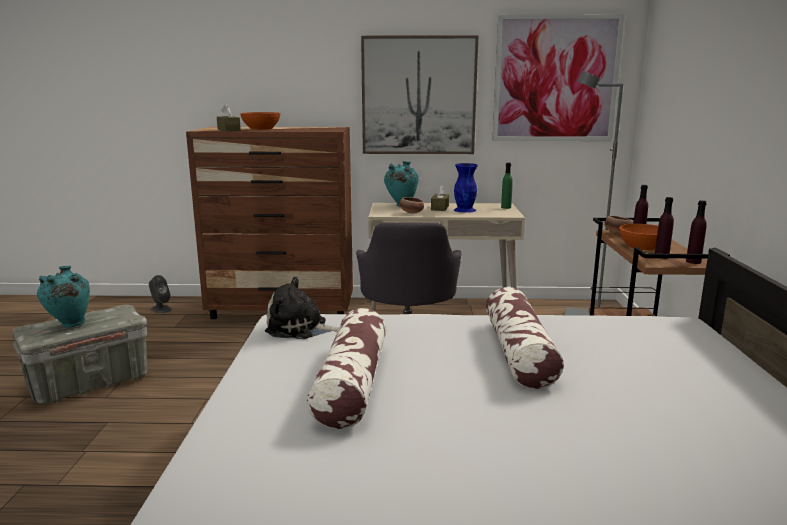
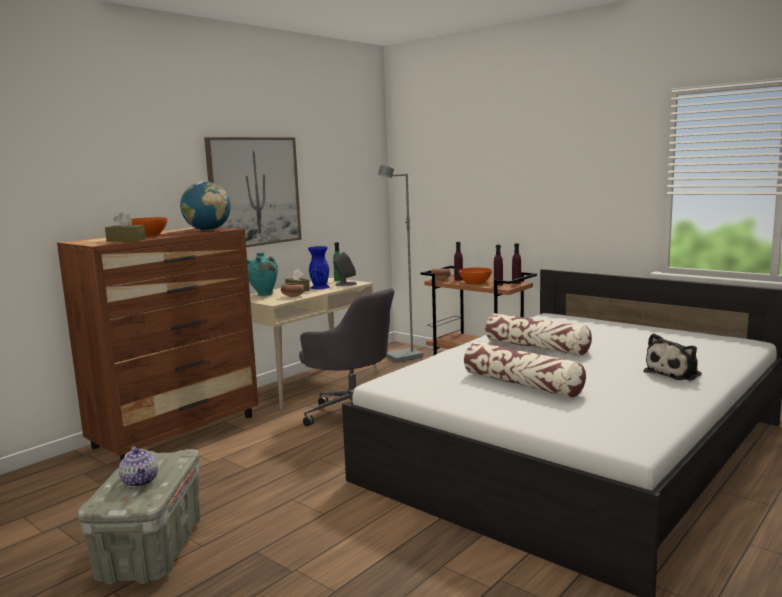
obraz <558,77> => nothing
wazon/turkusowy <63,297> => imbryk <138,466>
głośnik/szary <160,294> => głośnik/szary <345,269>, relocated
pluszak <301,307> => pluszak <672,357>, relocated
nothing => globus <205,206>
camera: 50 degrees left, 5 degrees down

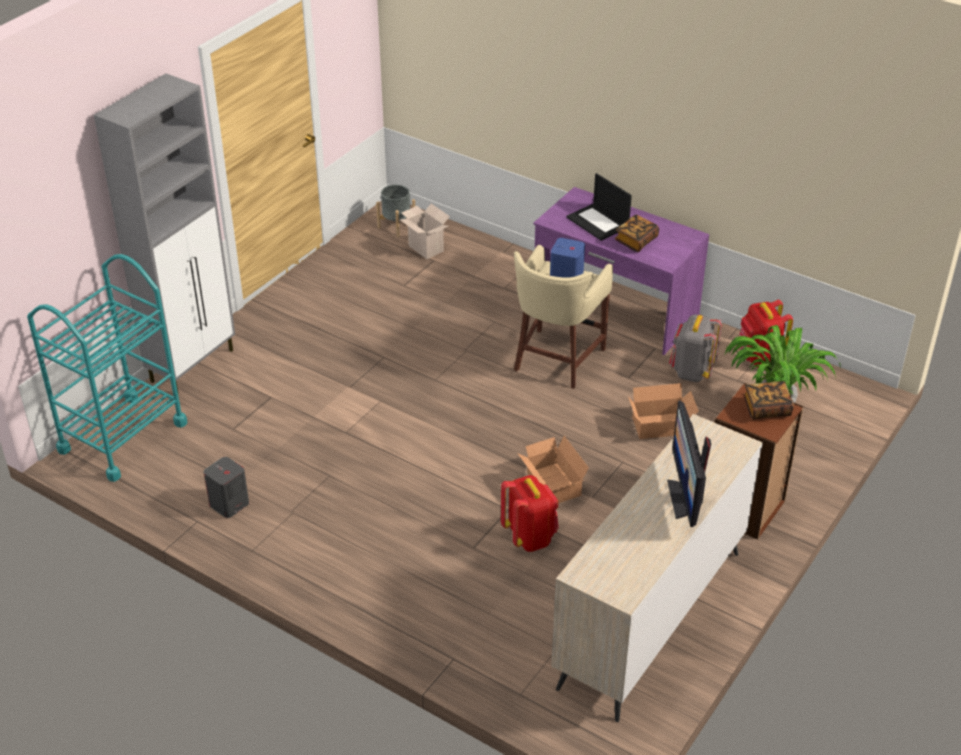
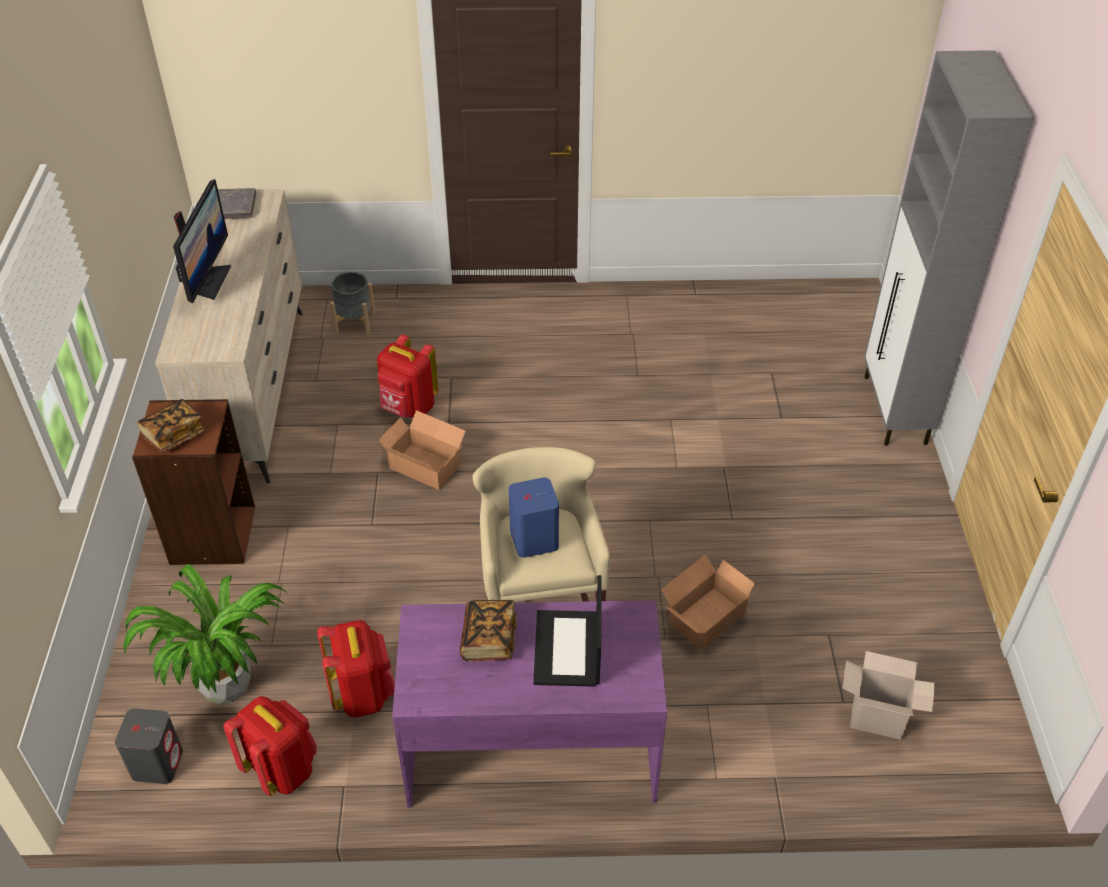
laptop <599,207> => laptop <567,631>, 105 degrees counterclockwise
donica/szary <395,211> => donica/szary <352,303>, relocated
wózek/turkusowy <107,368> => nothing
plecak/szary <695,348> => plecak/czerwony <356,669>
karton <663,411> => karton <709,602>, relocated
monitor <689,464> => monitor <202,241>, 45 degrees clockwise
głośnik/szary <226,487> => głośnik/szary <149,746>, relocated
nothing => książka/szary <237,203>
camera: 145 degrees right, 5 degrees up

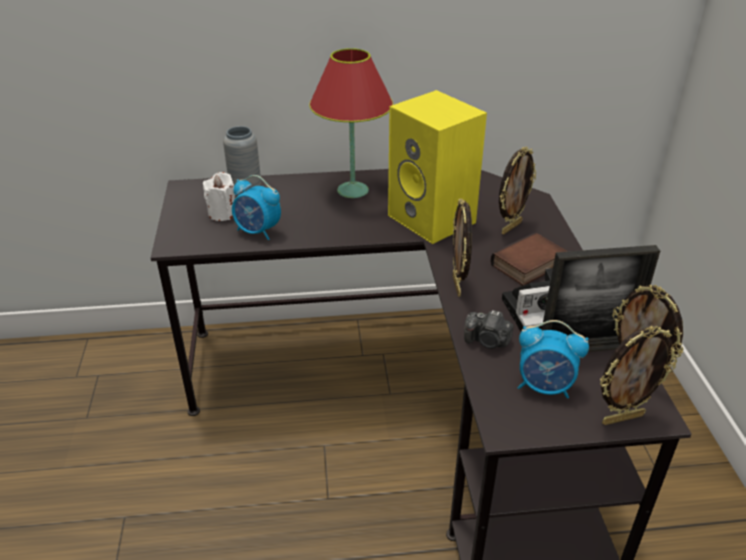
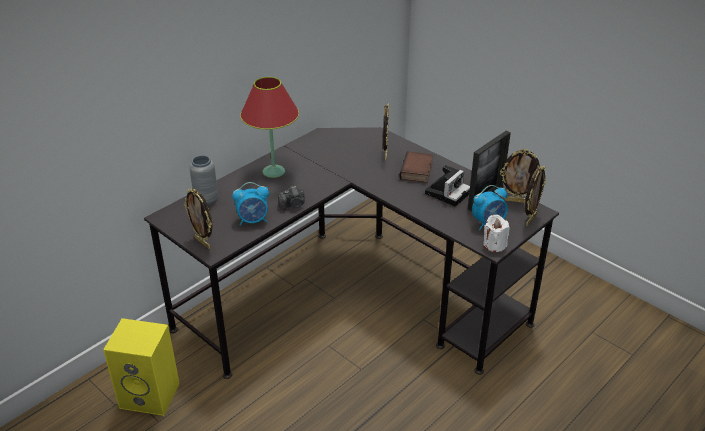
głośnik/żółty <437,167> => głośnik/żółty <141,367>, relocated
świeca/biały <219,196> => świeca/biały <497,233>, relocated
ramka na zdjęcie <462,247> => ramka na zdjęcie <198,218>, relocated
aparat fotograficzny <489,329> => aparat fotograficzny <291,198>, relocated
camera: 40 degrees left, 0 degrees up

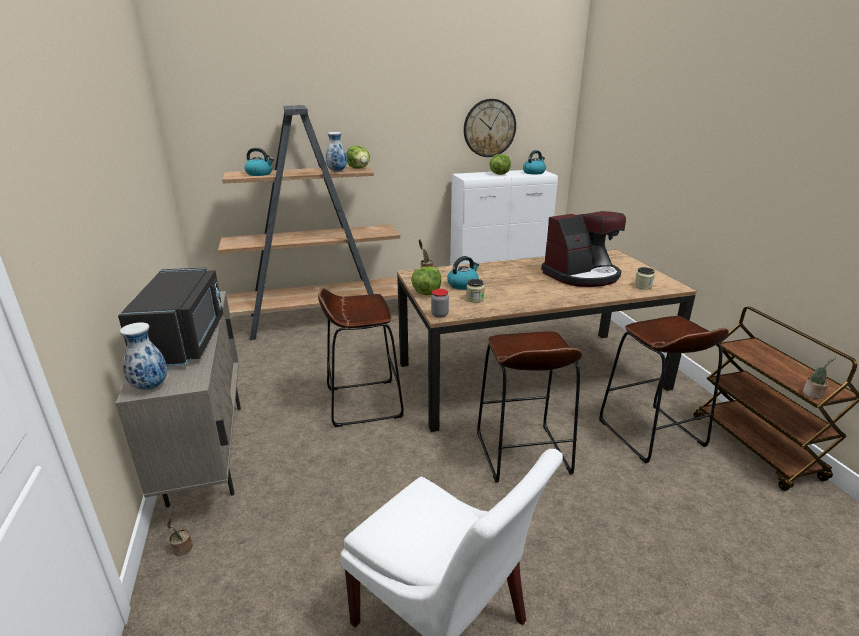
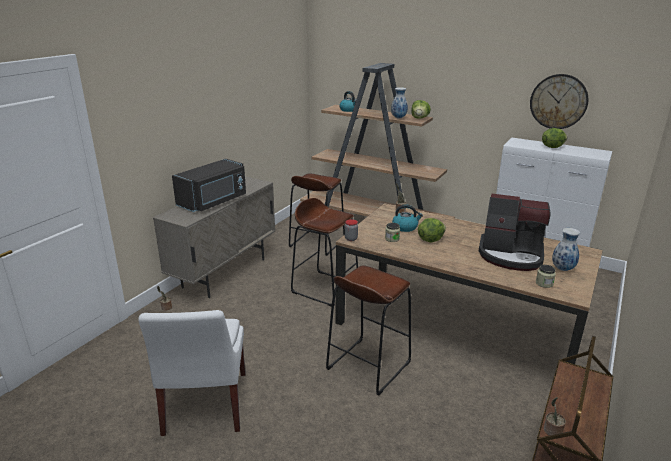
czajnik <534,162> => nothing
sałata <426,280> => sałata <432,230>, relocated
stołek/brązowy <664,389> => stołek/brązowy <317,215>, relocated
wazon <143,356> => wazon <566,249>, relocated
camera: 45 degrees right, 0 degrees up

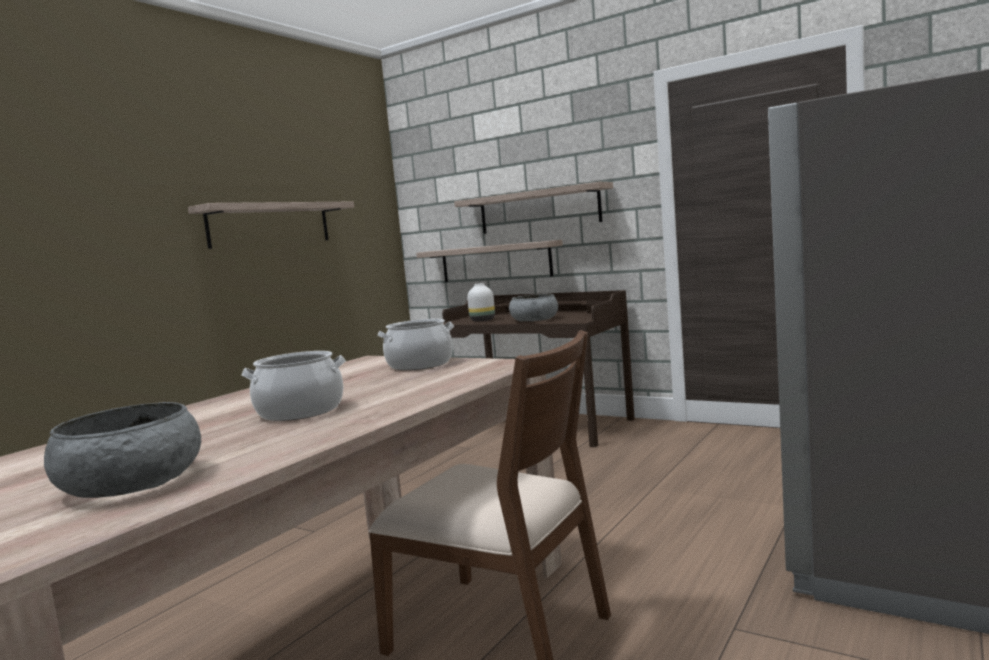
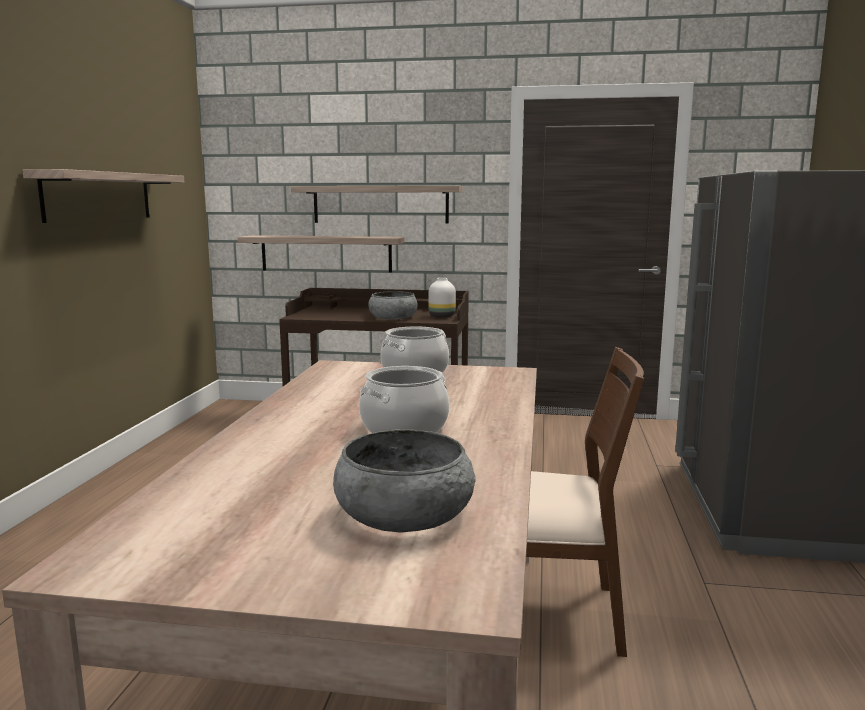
wazon/biały <481,302> => wazon/biały <442,298>, relocated
camera: 25 degrees left, 5 degrees up

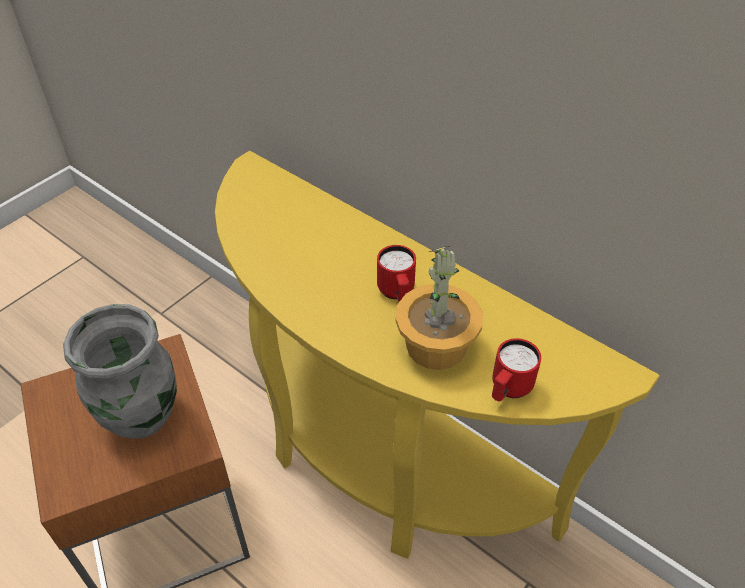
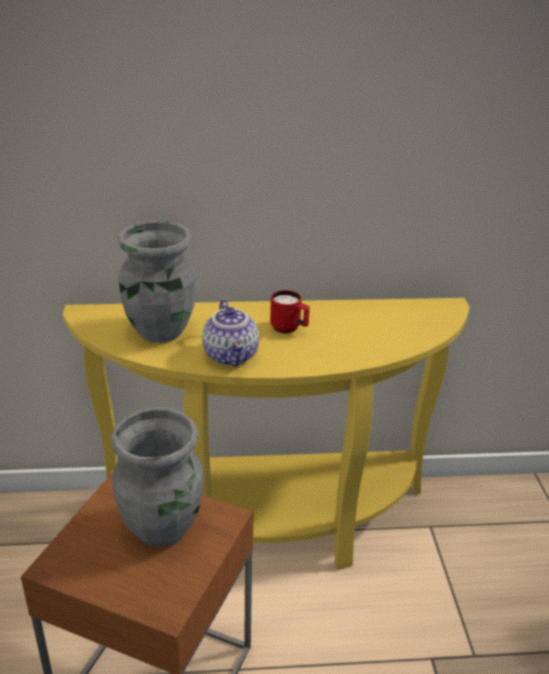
roślina doniczkowa <439,307> => nothing
kubek/czerwony <516,369> => nothing
nothing => wazon/szary <157,281>
nothing => imbryk <230,332>
camera: 45 degrees left, 15 degrees down

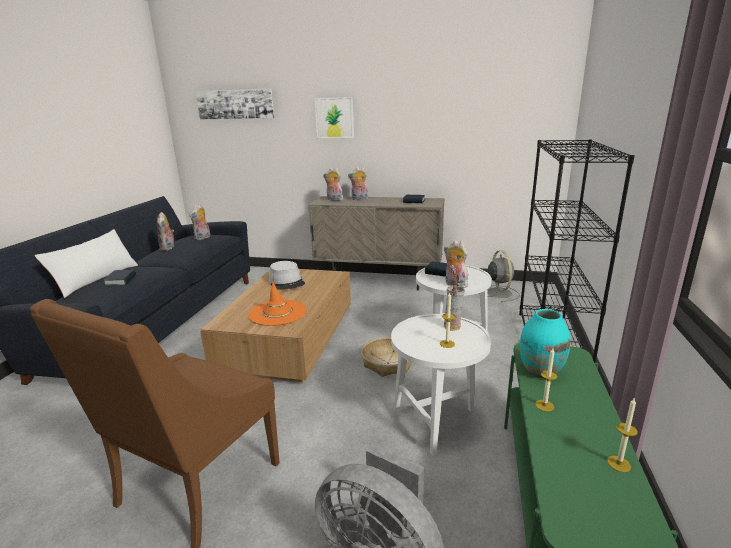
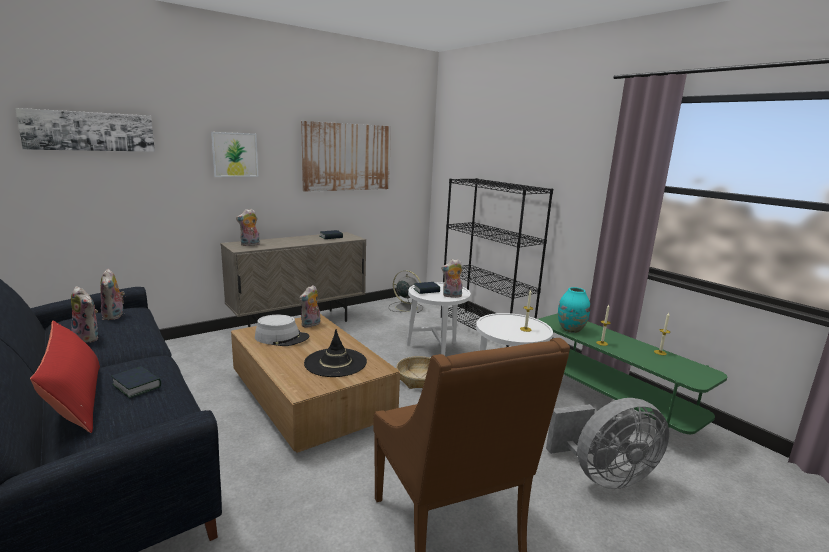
pluszak <358,183> => pluszak <309,306>, relocated
poduszka/biały <86,263> => poduszka/czerwony <65,377>
wazon <454,301> => nothing
kapelusz/pomarańczowy <277,304> => kapelusz/czarny <335,353>
nothing => obraz <346,156>
camera: 50 degrees left, 5 degrees down

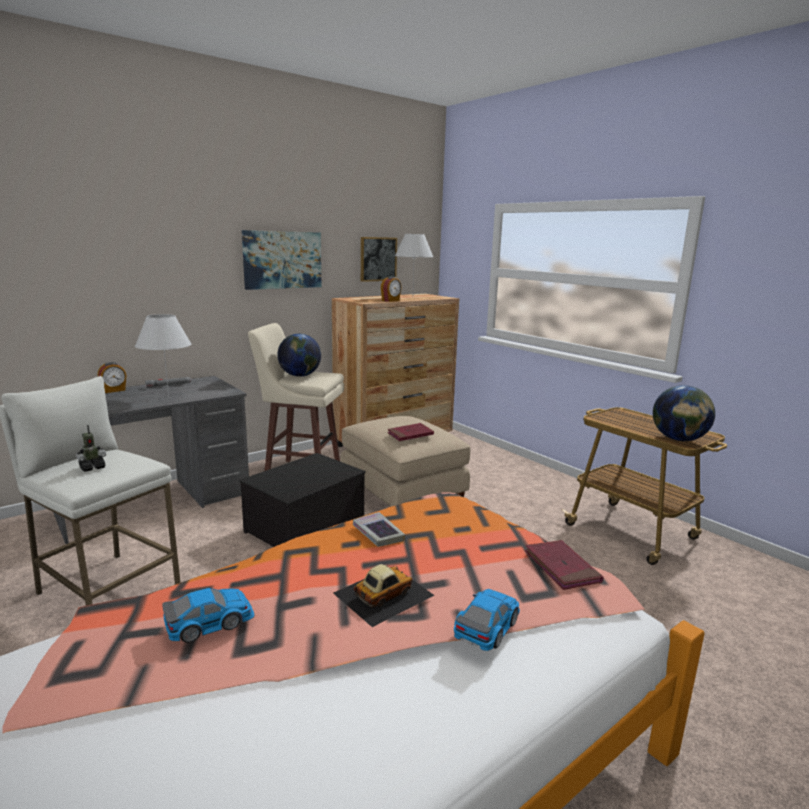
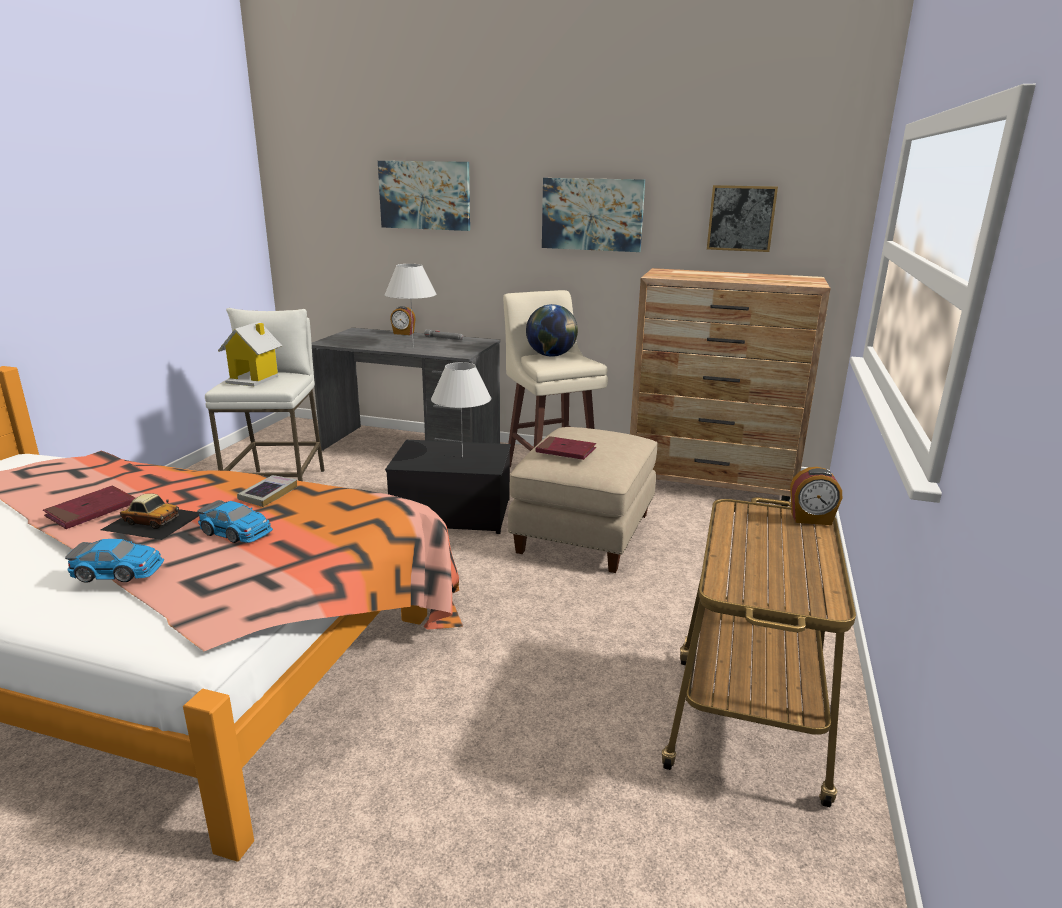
lampa stołowa/biały <414,259> => lampa stołowa/biały <461,409>, relocated
budzik <391,289> => budzik <816,496>, relocated
globus <684,413> => nothing
robot zabawkowy <91,448> => domek <250,353>
książka/czerwony <564,565> => książka/czerwony <89,507>, relocated
samochodzik <208,615> => samochodzik <235,521>, relocated
nothing => obraz <424,196>
camera: 55 degrees right, 5 degrees up

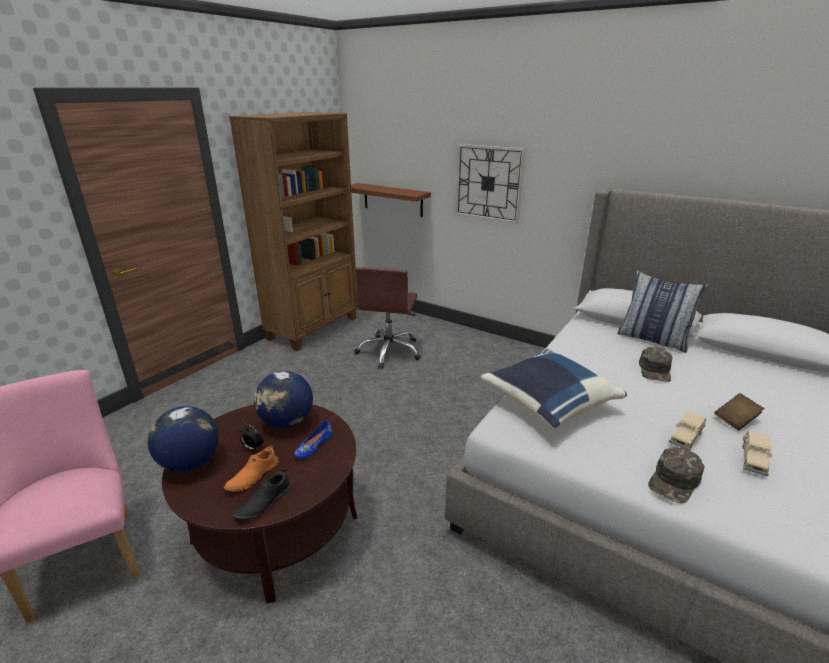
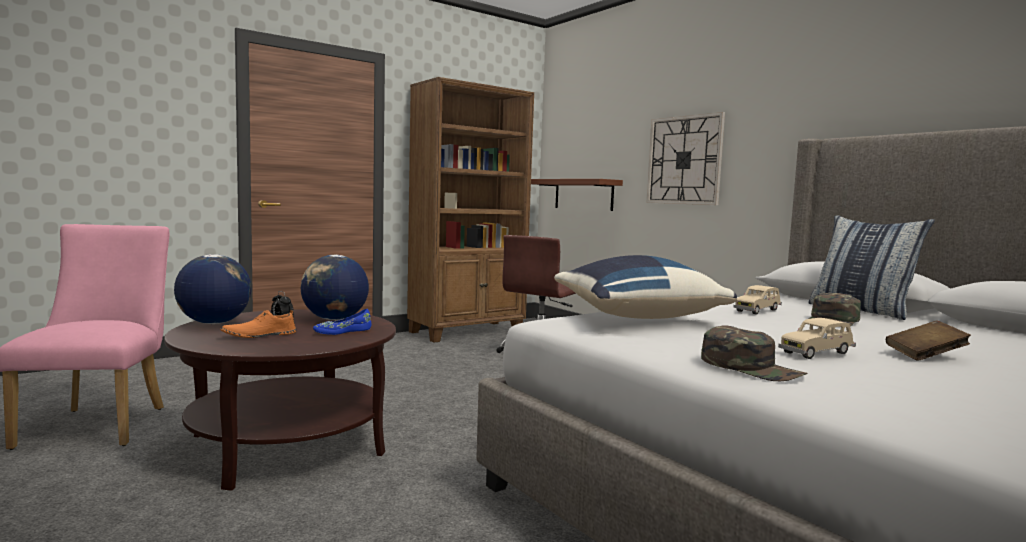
samochodzik/beżowy <757,453> => samochodzik/beżowy <757,299>, relocated
czapka z daszkiem/zielony <676,475> => czapka z daszkiem/zielony <754,353>, 105 degrees counterclockwise
but/czarny <261,494> => nothing
camera: 20 degrees right, 20 degrees down

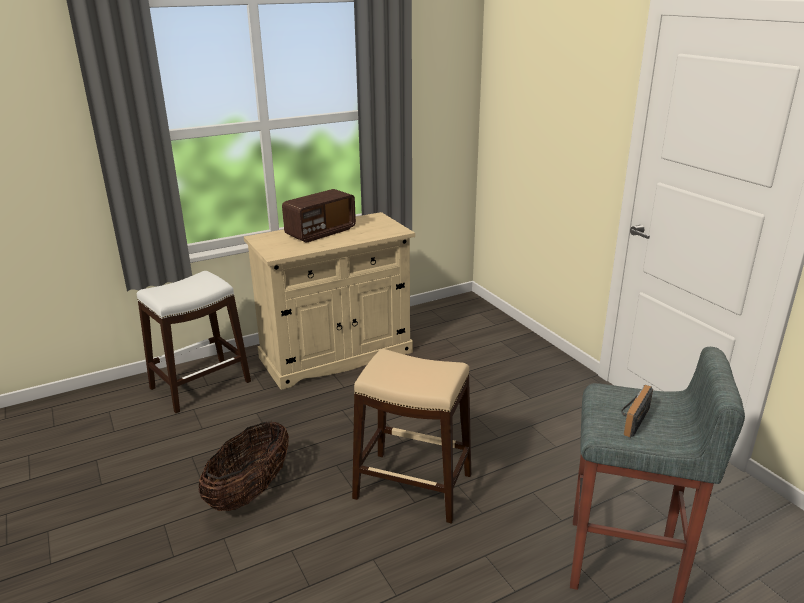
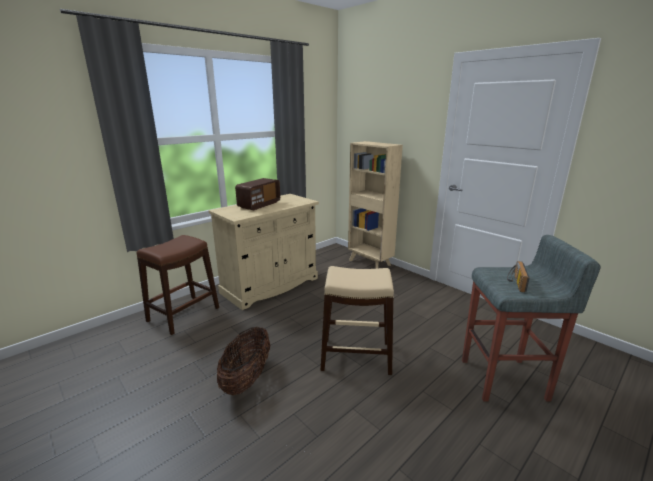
stołek/biały <194,342> => stołek/brązowy <177,285>
nothing => regał/beżowy <375,205>
camera: 15 degrees left, 5 degrees down

